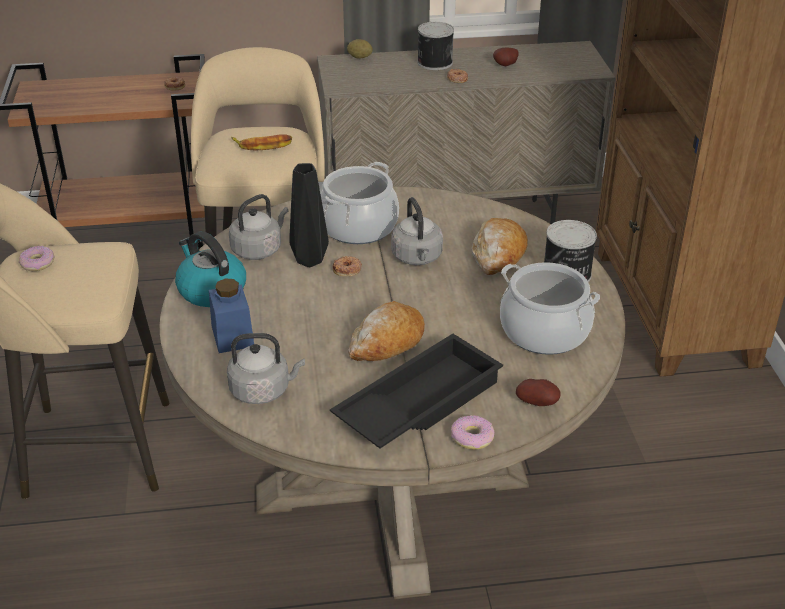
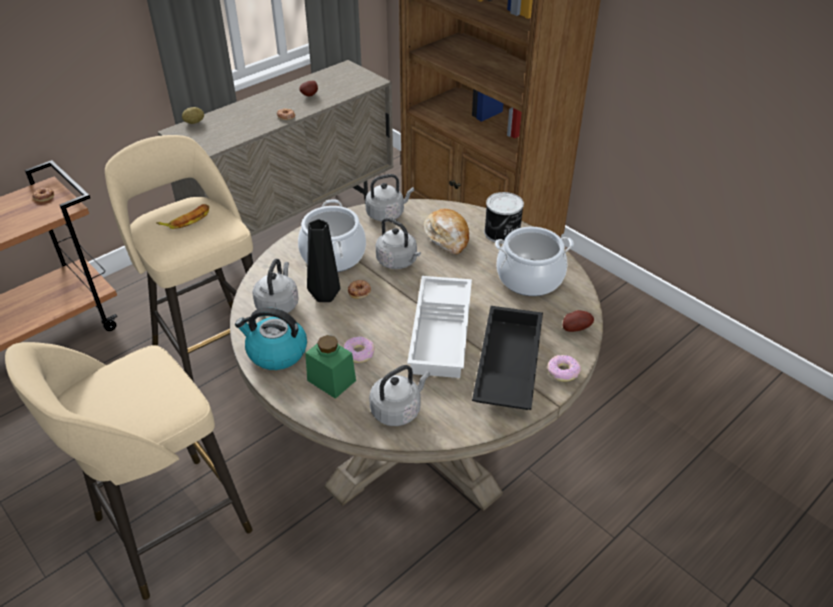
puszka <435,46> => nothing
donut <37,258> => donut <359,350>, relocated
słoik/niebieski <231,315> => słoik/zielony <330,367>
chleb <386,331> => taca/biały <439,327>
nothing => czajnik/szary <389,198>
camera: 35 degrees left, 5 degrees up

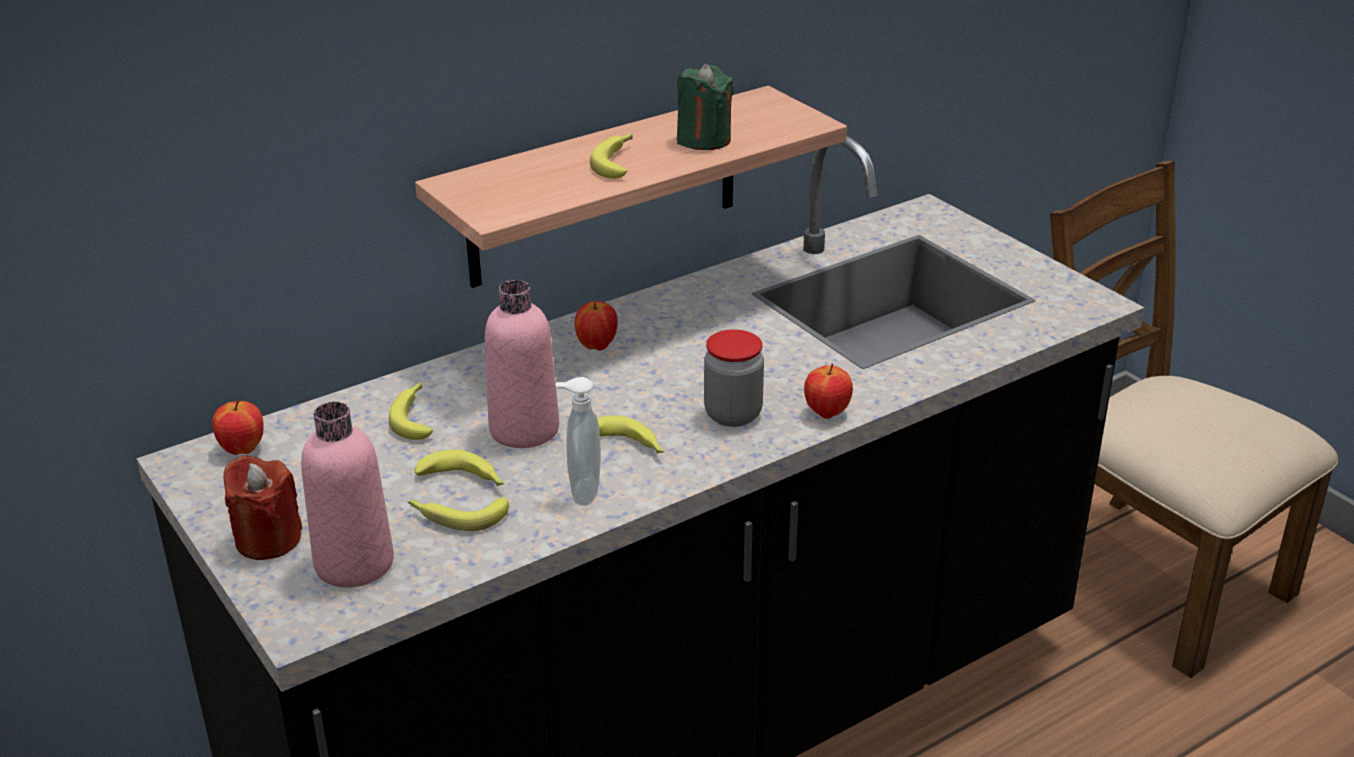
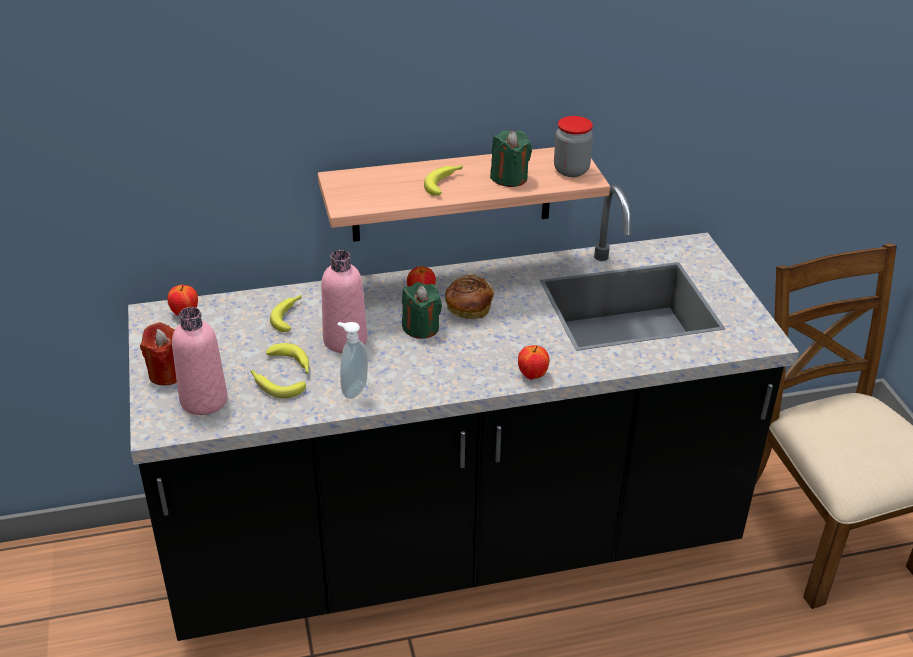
słoik <734,378> => słoik <573,146>, relocated
banan <631,434> => nothing
nothing => chleb <469,296>
nothing => świeca/zielony <422,310>
camera: 20 degrees right, 5 degrees up

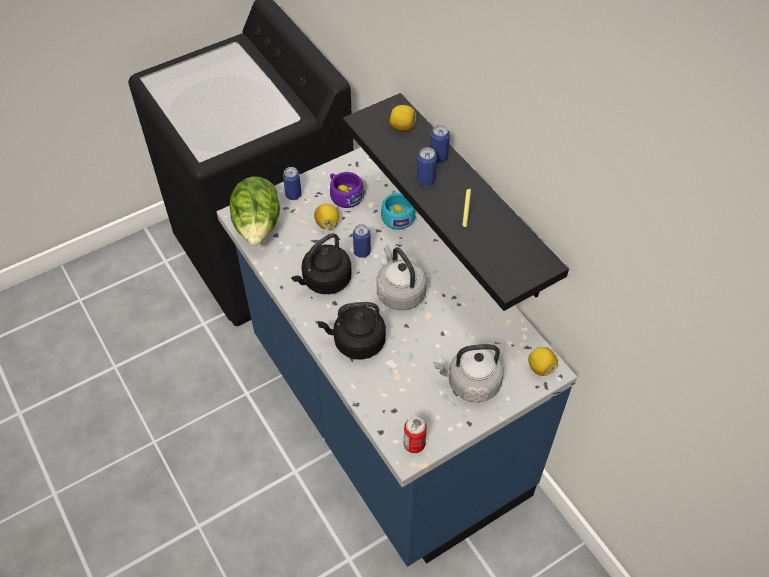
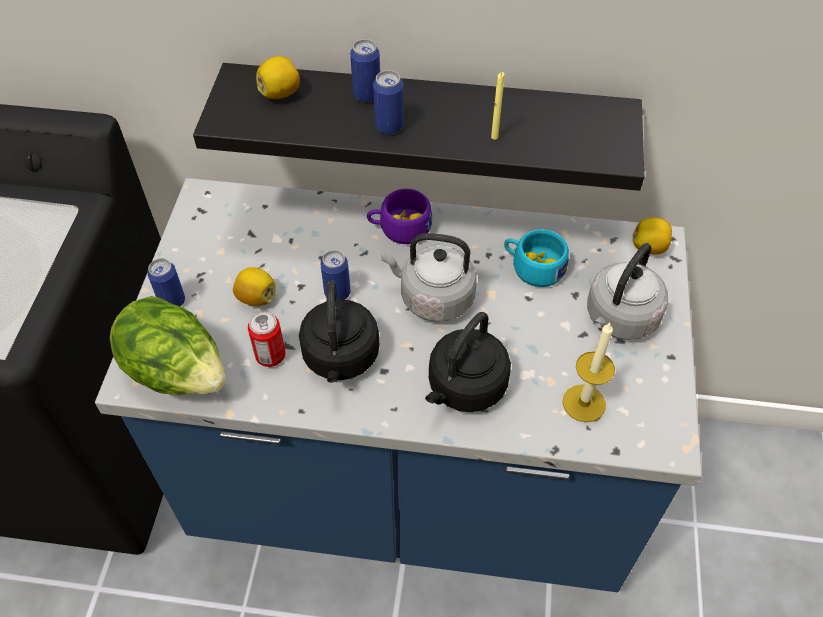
filiżanka/fioletowy <347,190> => filiżanka/fioletowy <399,216>, relocated
filiżanka/turkusowy <398,210> => filiżanka/turkusowy <536,258>, relocated
puszka <415,434> => puszka <267,339>, relocated
nothing => świeca <588,372>
camera: 50 degrees left, 0 degrees up

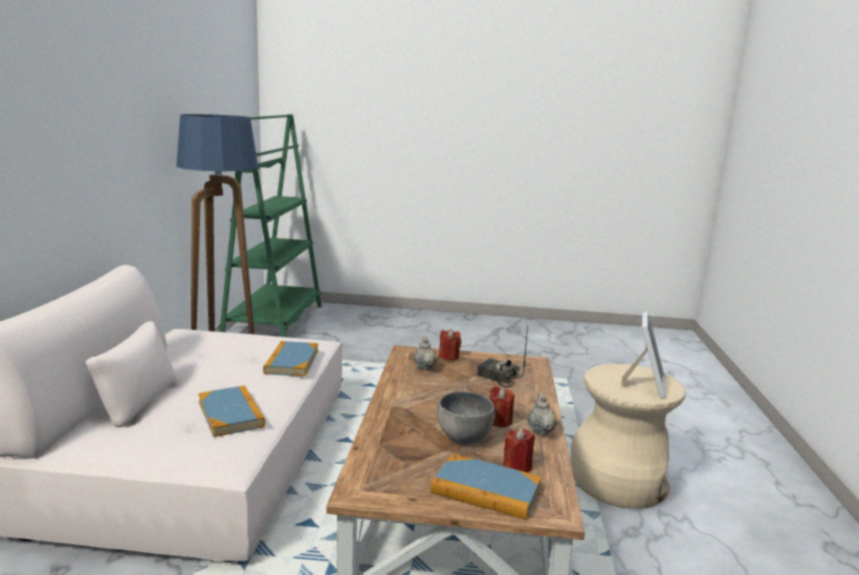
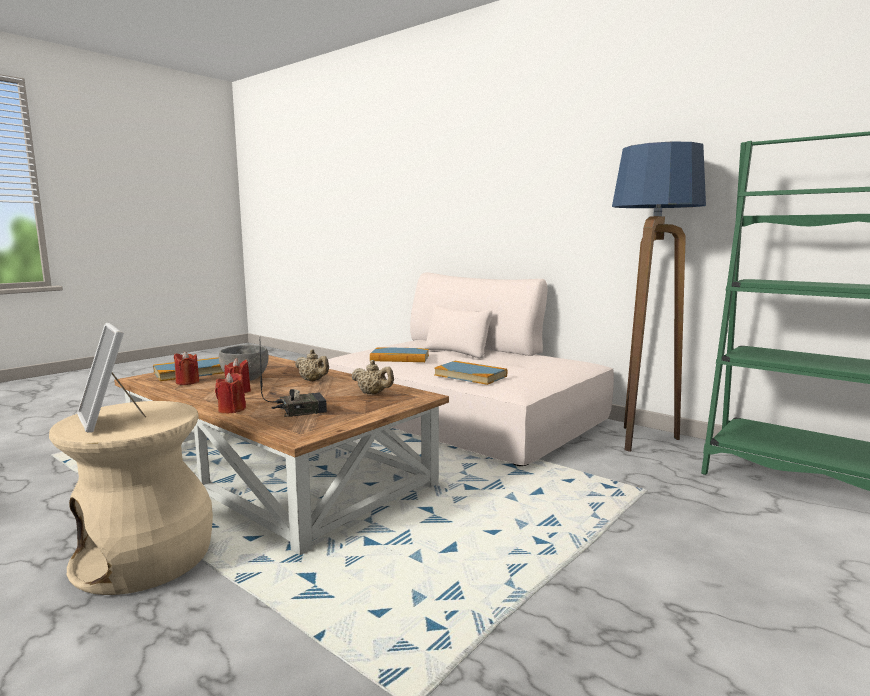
świeca/czerwony <450,344> => świeca/czerwony <230,393>, relocated
imbryk/beżowy <542,413> => imbryk/beżowy <312,365>, relocated
camera: 125 degrees right, 5 degrees down

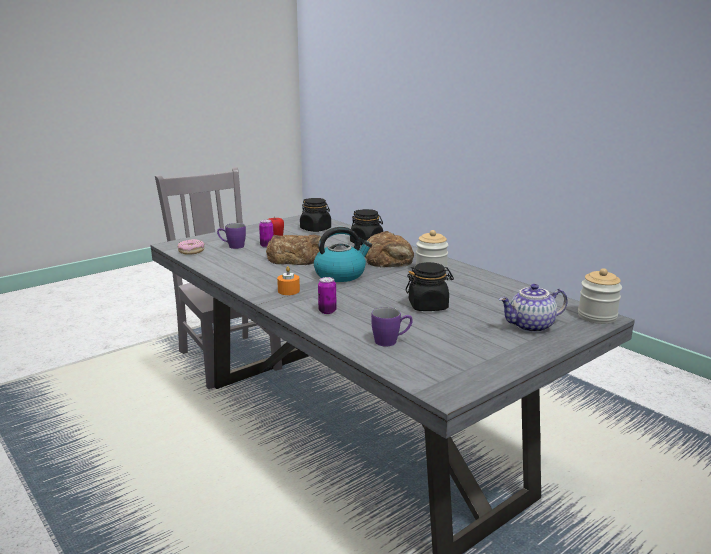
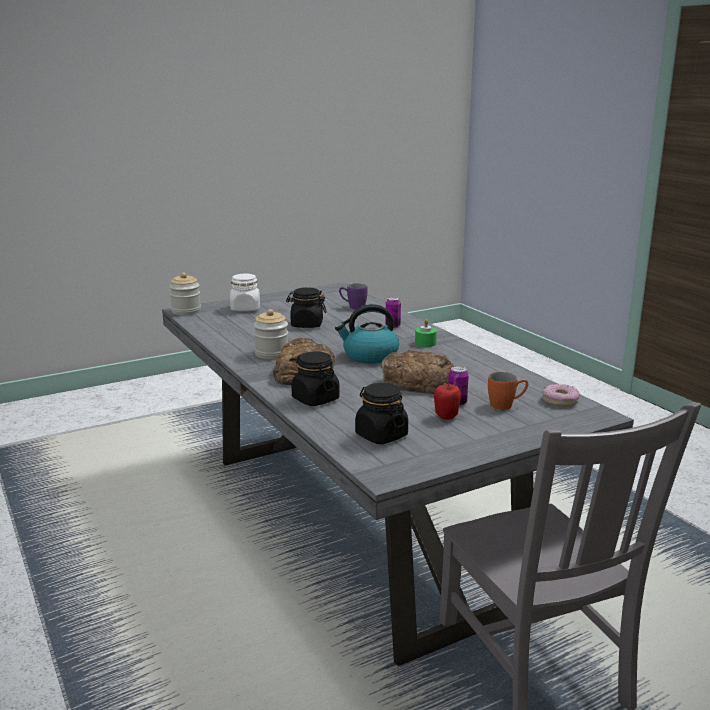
kubek/fioletowy <231,236> => kubek/pomarańczowy <508,391>
świeca/pomarańczowy <288,280> => świeca/zielony <426,333>
imbryk <533,308> => słoik/biały <245,292>
camera: 170 degrees left, 0 degrees up

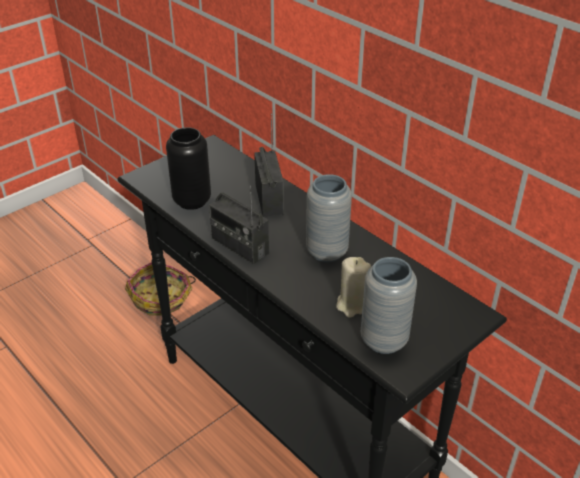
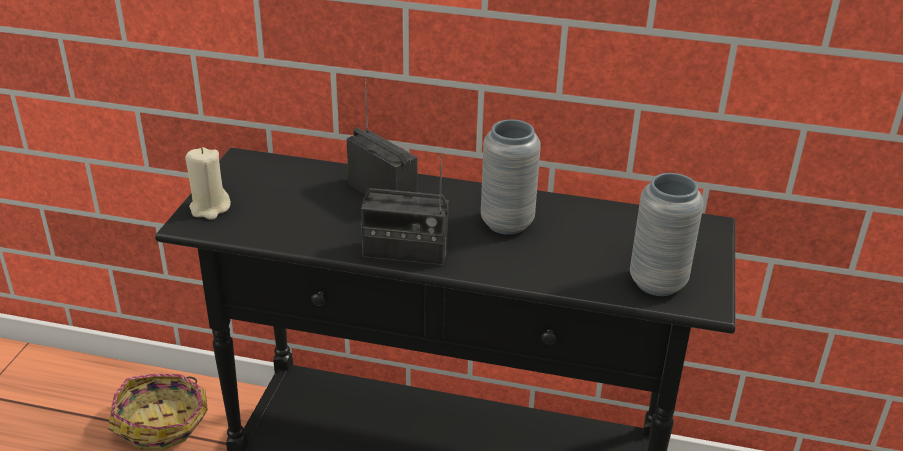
wazon/czarny <188,168> => nothing
świeca/beżowy <353,287> => świeca/beżowy <208,184>, relocated
camera: 35 degrees left, 5 degrees down

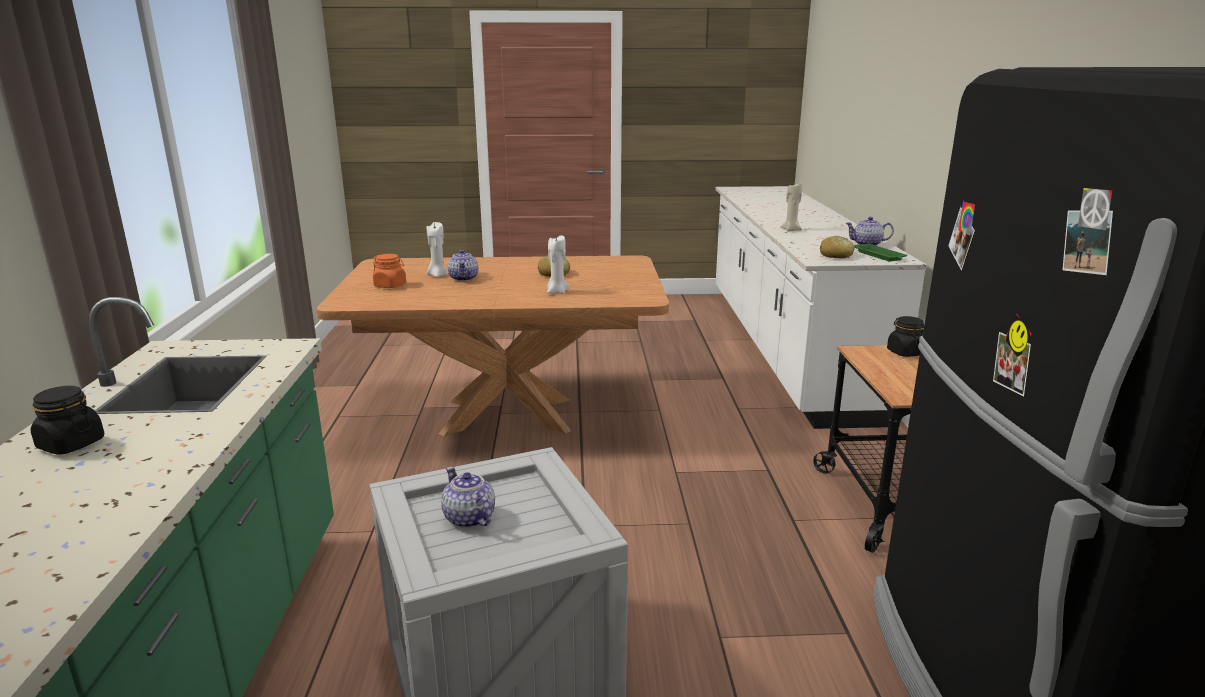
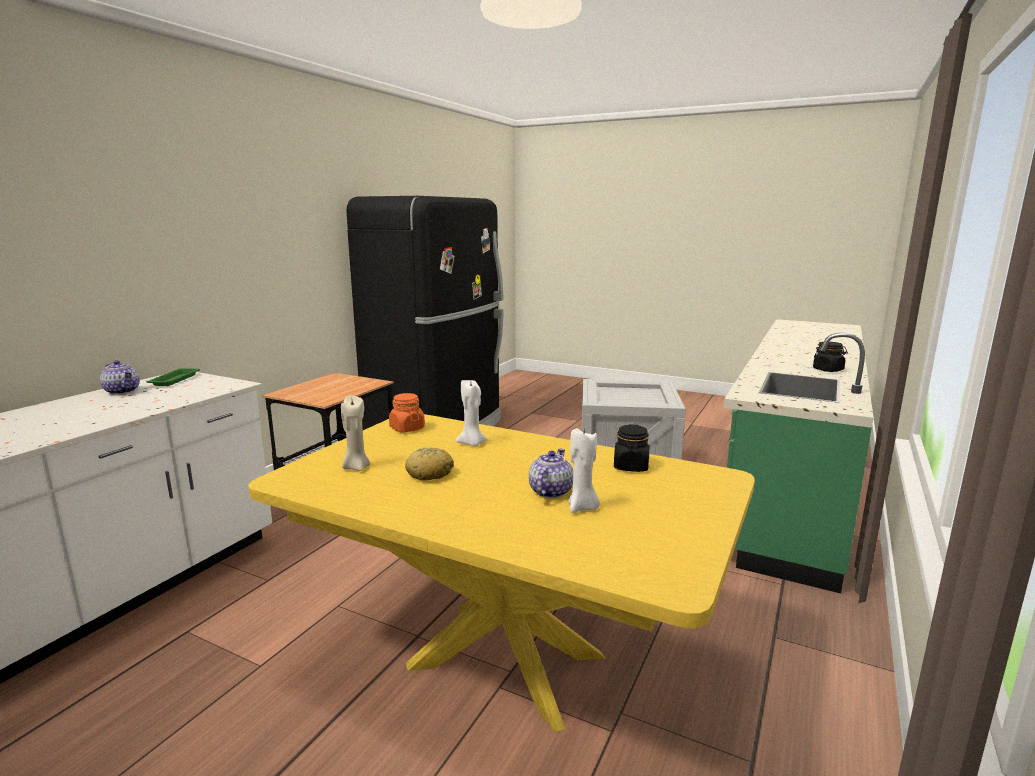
świeca/beżowy <791,207> => świeca/beżowy <355,433>, relocated
chleb <837,247> => nothing
słoik/pomarańczowy <389,271> => słoik/pomarańczowy <407,413>, relocated
stół jadalny/brązowy <492,345> => stół jadalny/żółty <501,573>
słoik/czarny <905,336> => słoik/czarny <632,448>, relocated
imbryk <468,497> => nothing
camera: 150 degrees left, 5 degrees down

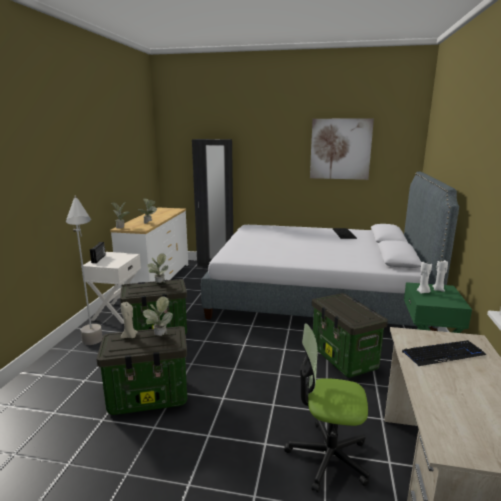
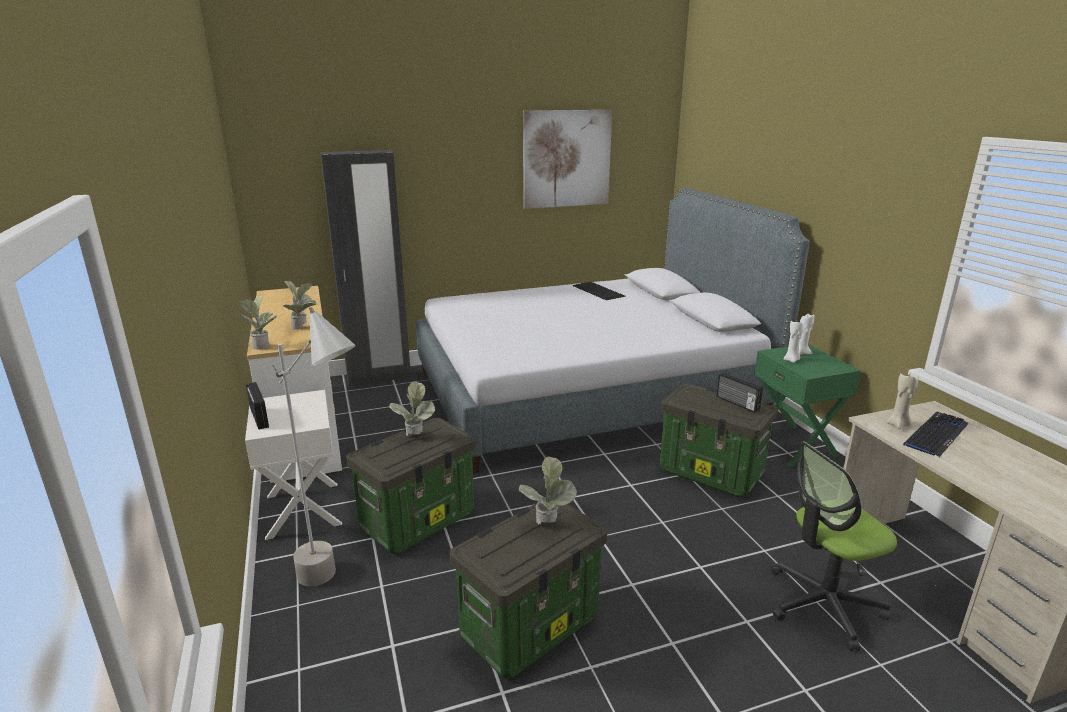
świeca/beżowy <129,320> => świeca/beżowy <903,401>, relocated
nothing => radio <740,393>
camera: 30 degrees left, 5 degrees up

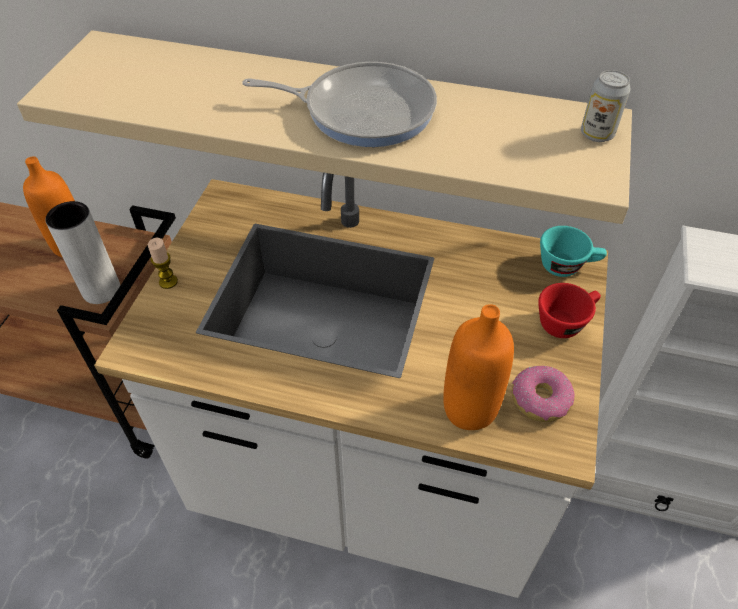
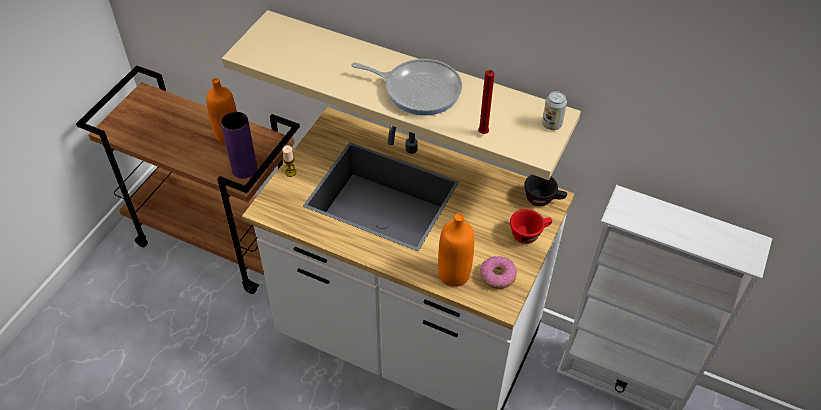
wazon/biały <82,252> => wazon/fioletowy <239,145>
filiżanka/turkusowy <573,251> => filiżanka/czarny <545,190>
nothing => świeca/czerwony <486,102>
camera: 10 degrees right, 0 degrees up

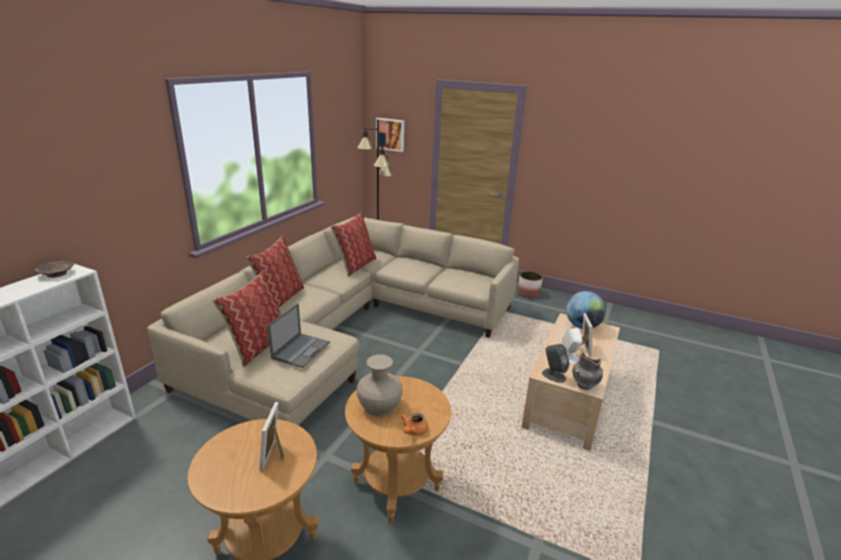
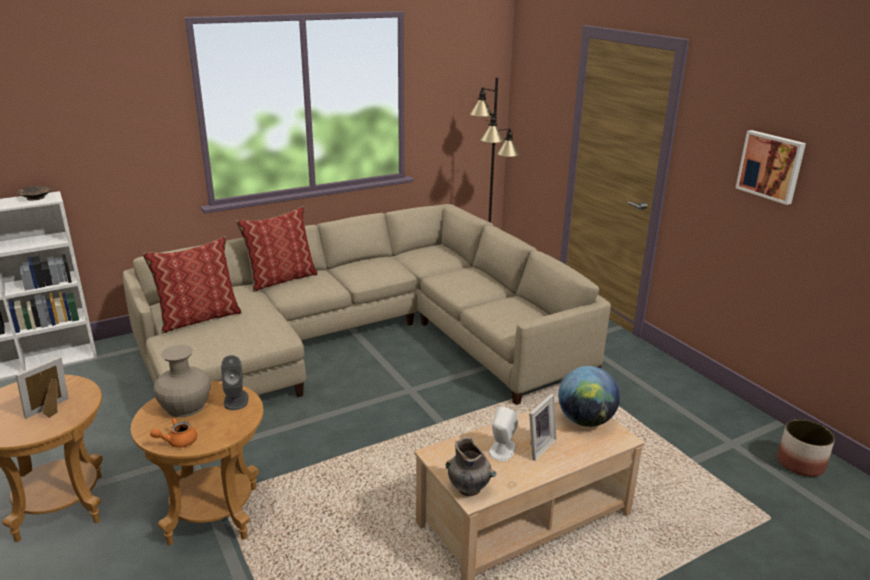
obraz <390,135> => obraz <771,167>, relocated
poduszka <353,244> => nothing
donica <530,284> => donica <806,448>, relocated
laptop <298,335> => nothing
głośnik/szary <555,363> => głośnik/szary <234,382>, relocated
camera: 35 degrees right, 0 degrees up

